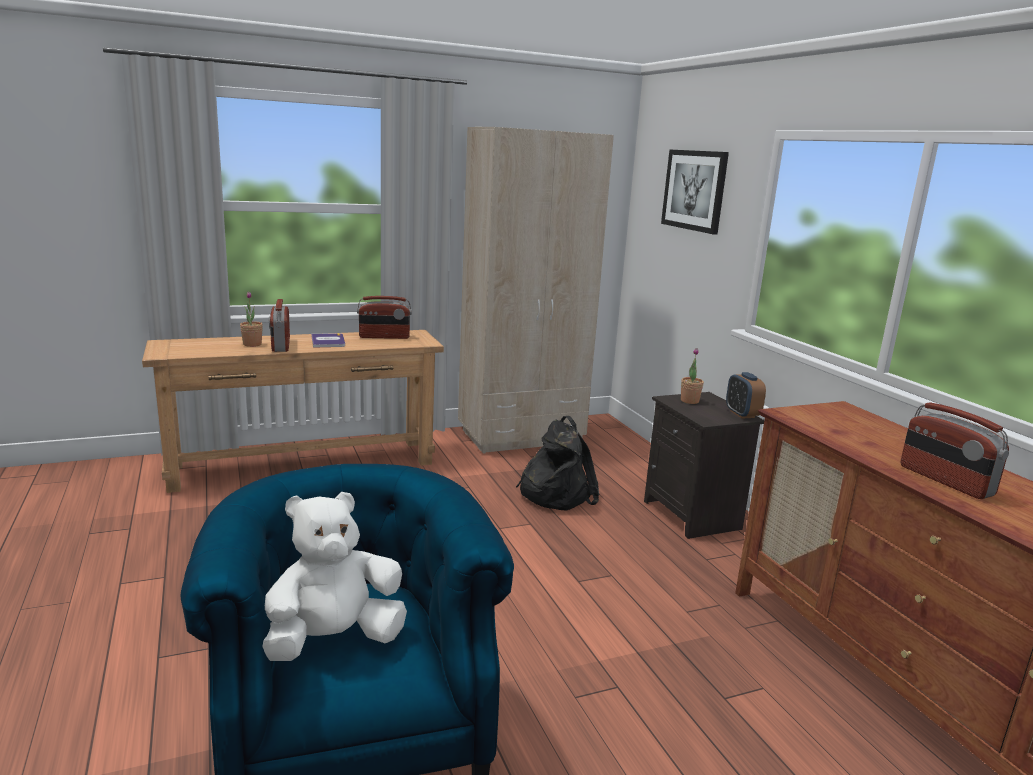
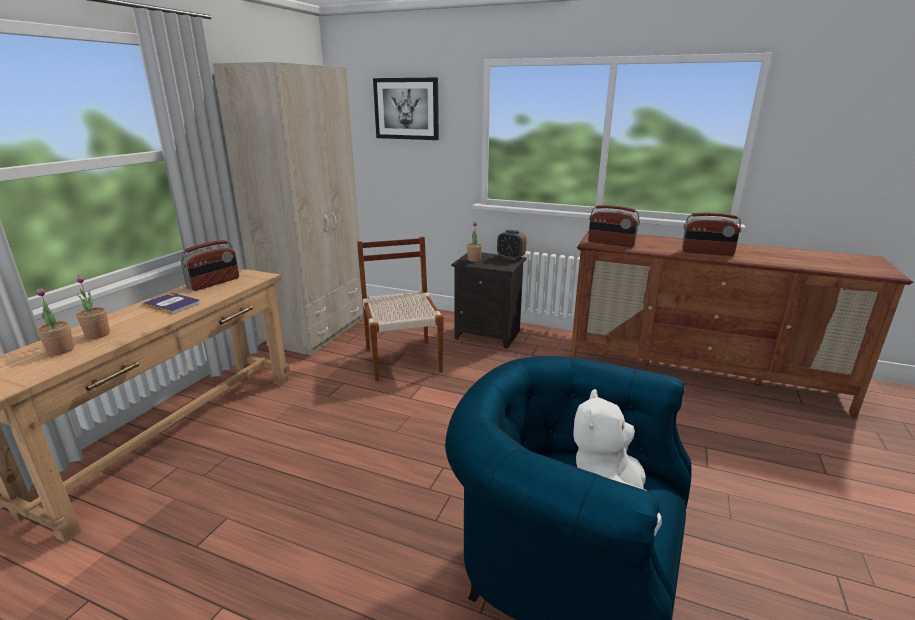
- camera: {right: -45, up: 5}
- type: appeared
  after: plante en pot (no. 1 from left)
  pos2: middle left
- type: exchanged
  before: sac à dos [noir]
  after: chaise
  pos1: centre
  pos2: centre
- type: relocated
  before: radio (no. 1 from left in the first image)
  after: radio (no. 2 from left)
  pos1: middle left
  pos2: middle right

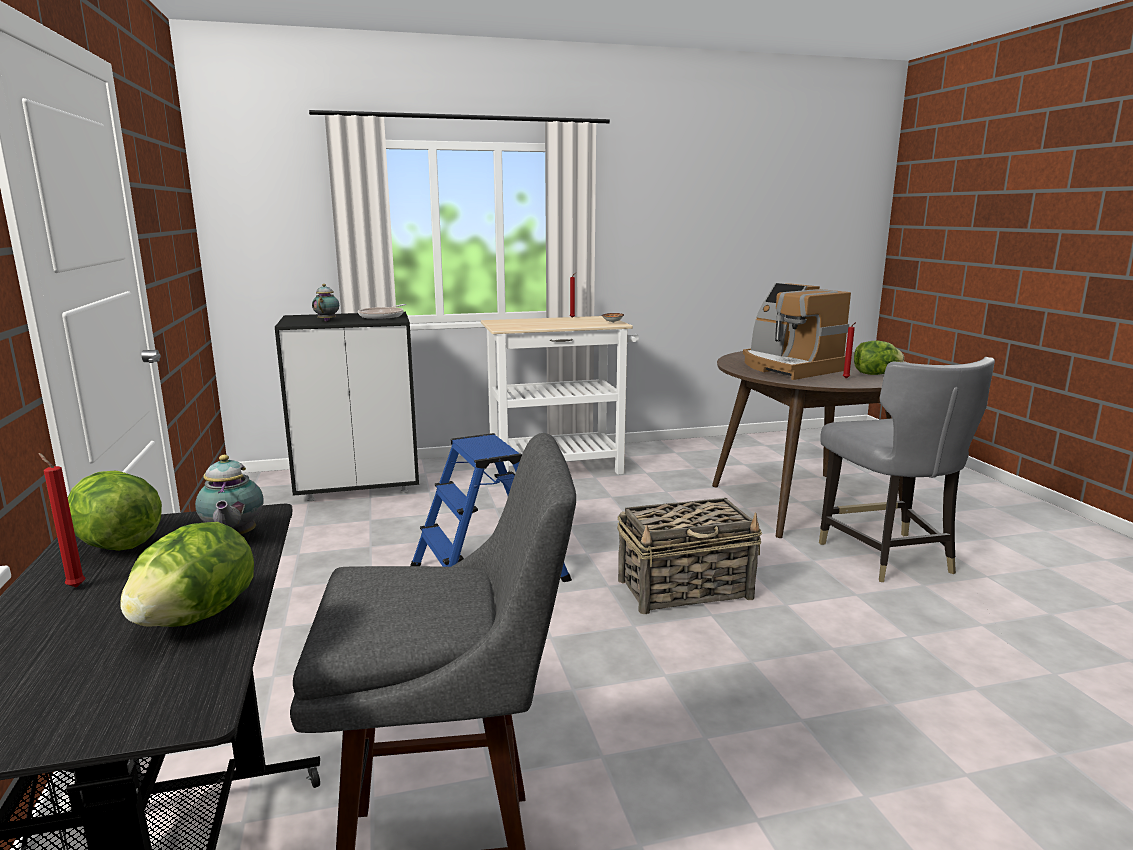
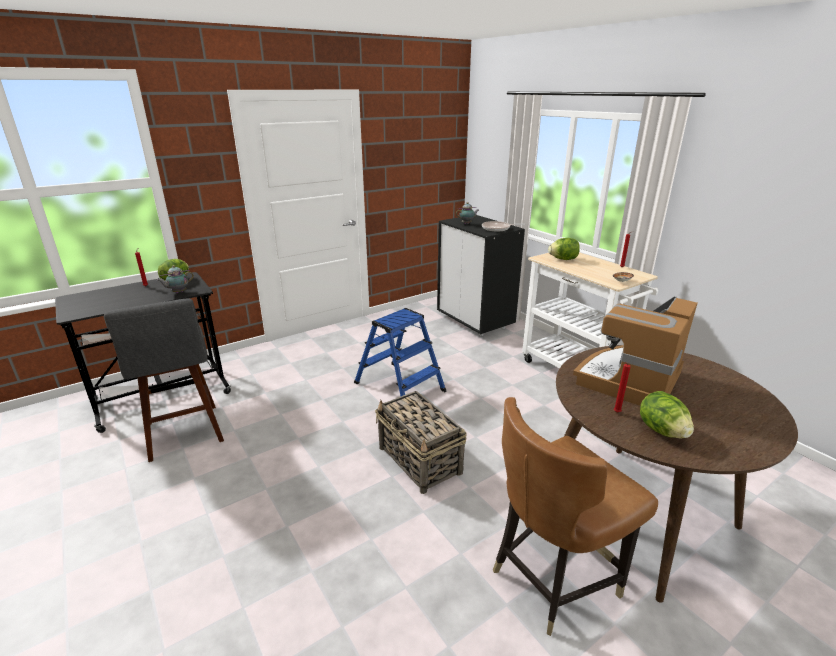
- camera: {right: 70, up: 10}
- type: colour
  before: chaise [gris]
  after: chaise [marron]
  pos1: middle right
  pos2: bottom right
- type: relocated
  before: laitue (no. 2 from left)
  pos1: bottom left
  pos2: middle right

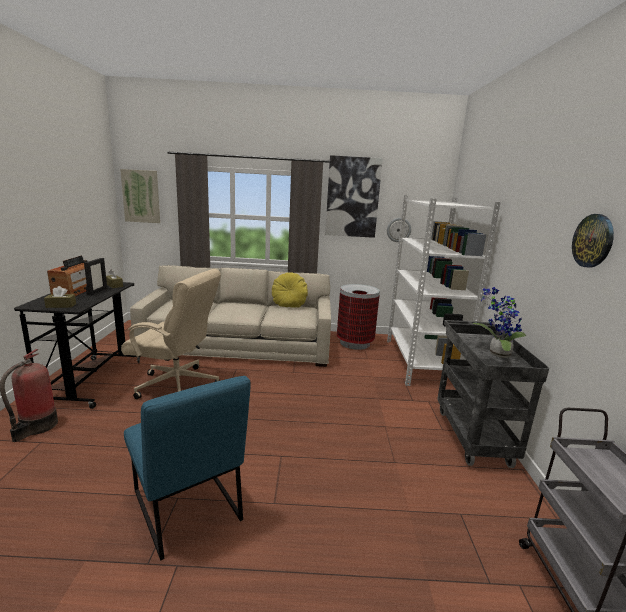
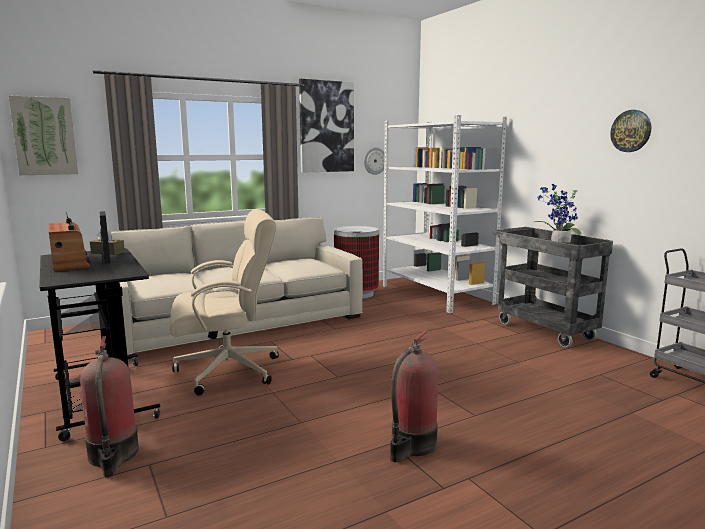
- camera: {right: -30, up: -5}
- type: exchanged
  before: chaise [bleu]
  after: extincteur (no. 2 from left)
  pos1: bottom left
  pos2: bottom centre
- type: missing
  before: boîte à mouchoirs [marron] (no. 1 from left)
  pos1: middle left
- type: missing
  before: coussin [jaune]
  pos1: centre

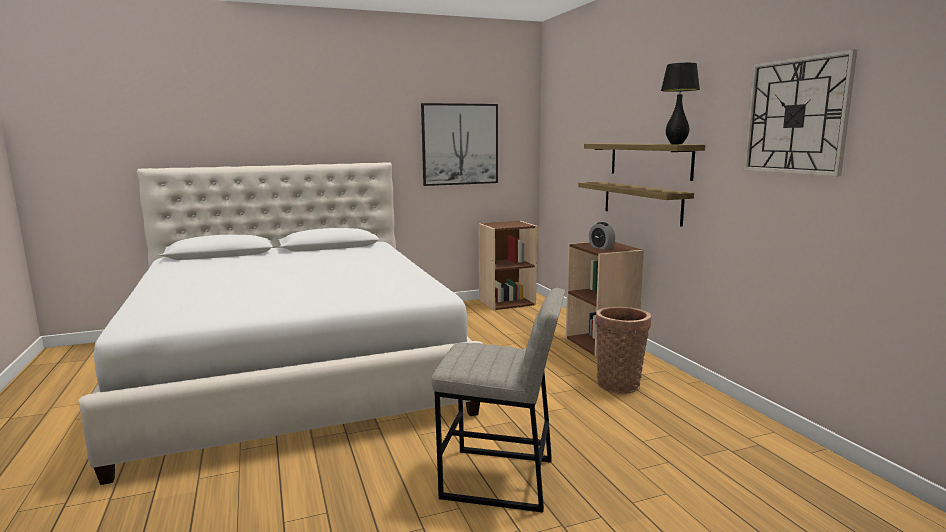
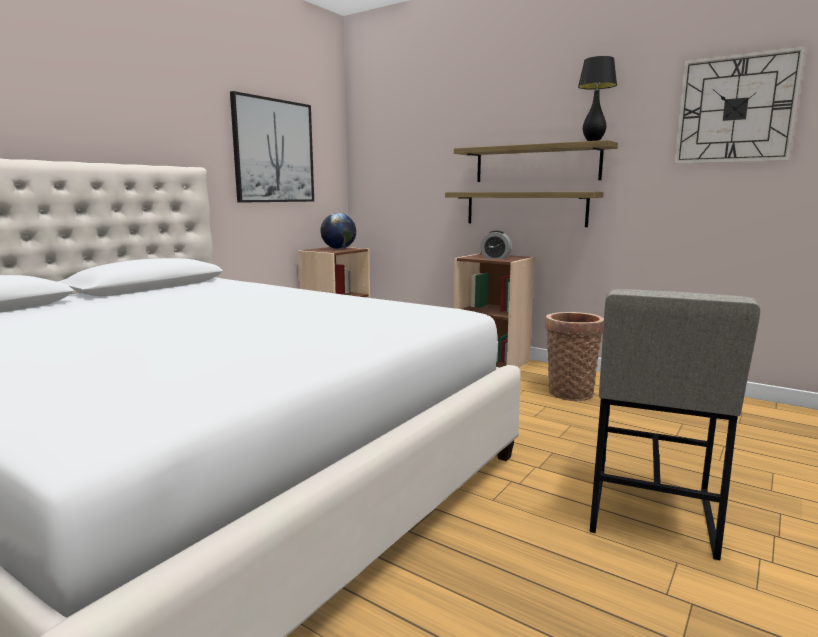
- camera: {right: -35, up: 0}
- type: appeared
  after: globe
  pos2: centre
- type: spun
  before: chaise [gris]
  pos1: bottom centre
  pos2: bottom right
  turn: 135

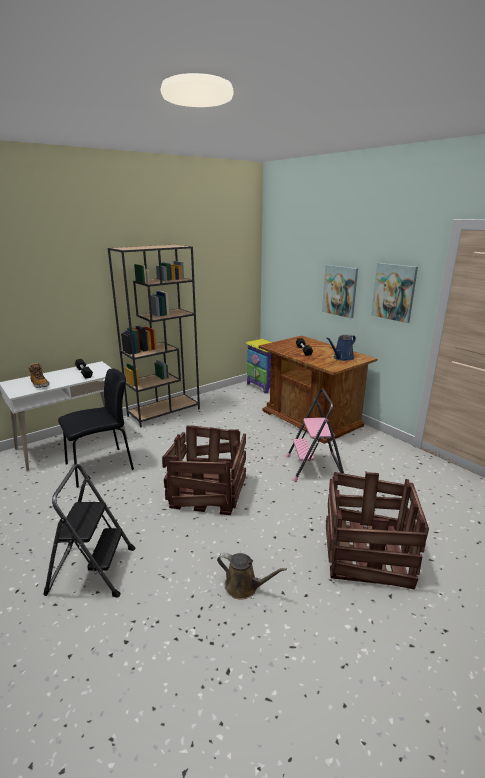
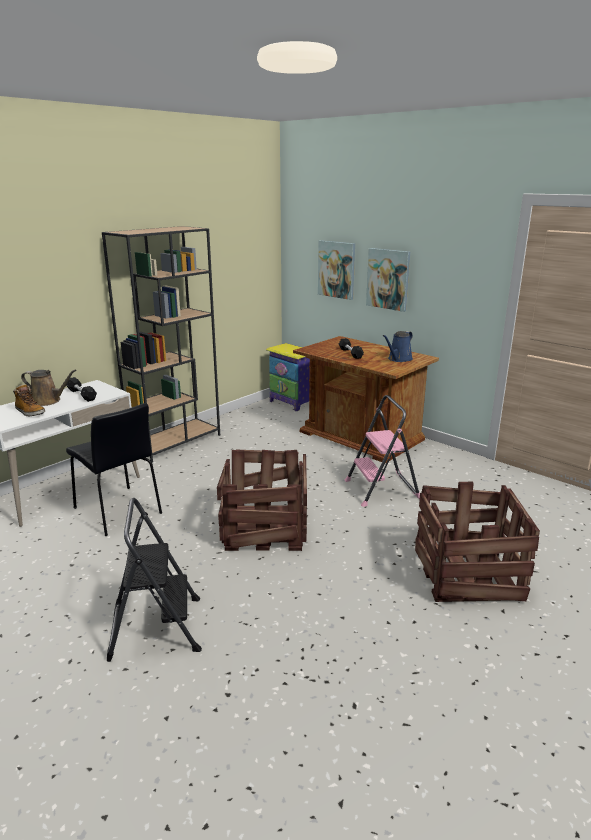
- camera: {right: -10, up: 0}
- type: relocated
  before: arrosoir [marron]
  pos1: bottom centre
  pos2: middle left
- type: spun
  before: chaise [noir]
  pos1: middle left
  pos2: middle left
  turn: 90
- type: relocated
  before: tableau (no. 2 from left in the first image)
  after: tableau (no. 1 from left)
  pos1: middle right
  pos2: top centre

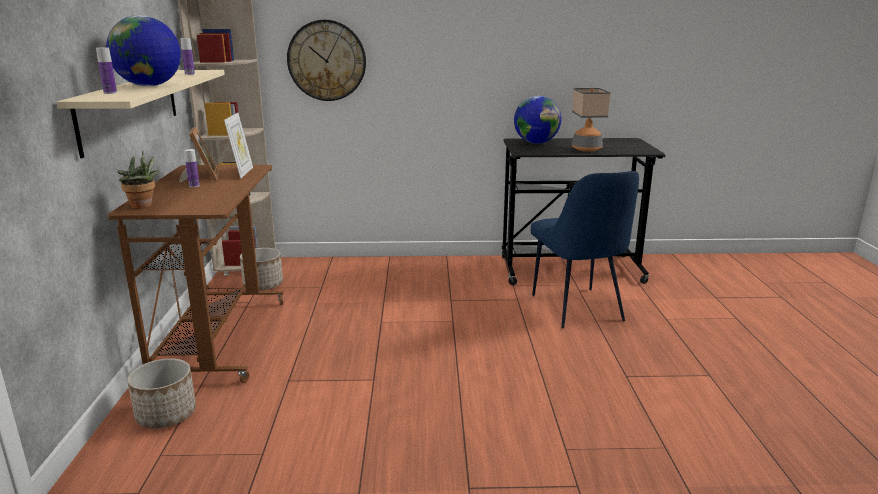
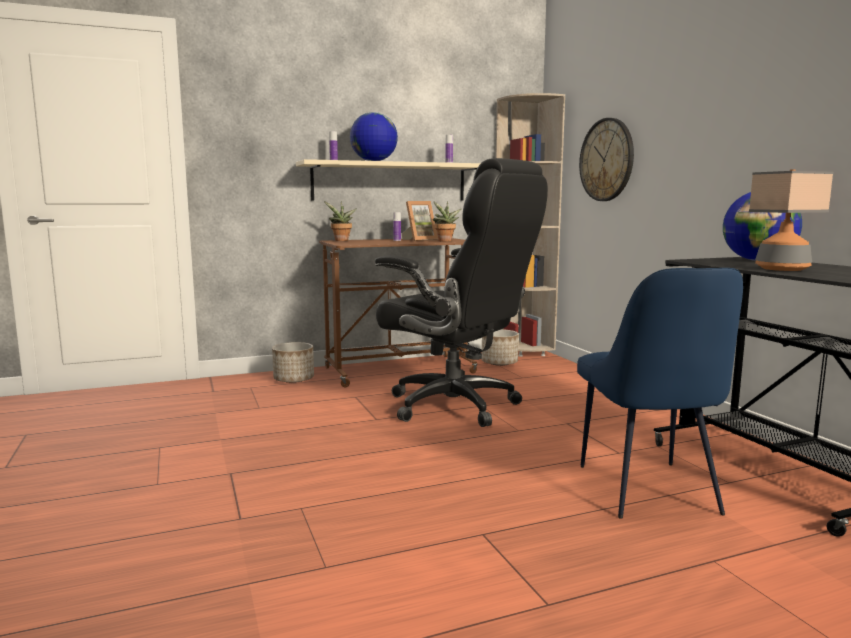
- camera: {right: 70, up: -10}
- type: appeared
  after: chaise de bureau [noir]
  pos2: centre
- type: exchanged
  before: cadre photo (no. 2 from left)
  after: plante en pot (no. 2 from left)
  pos1: top left
  pos2: centre
- type: spun
  before: chaise [bleu]
  pos1: centre
  pos2: middle right
  turn: -60

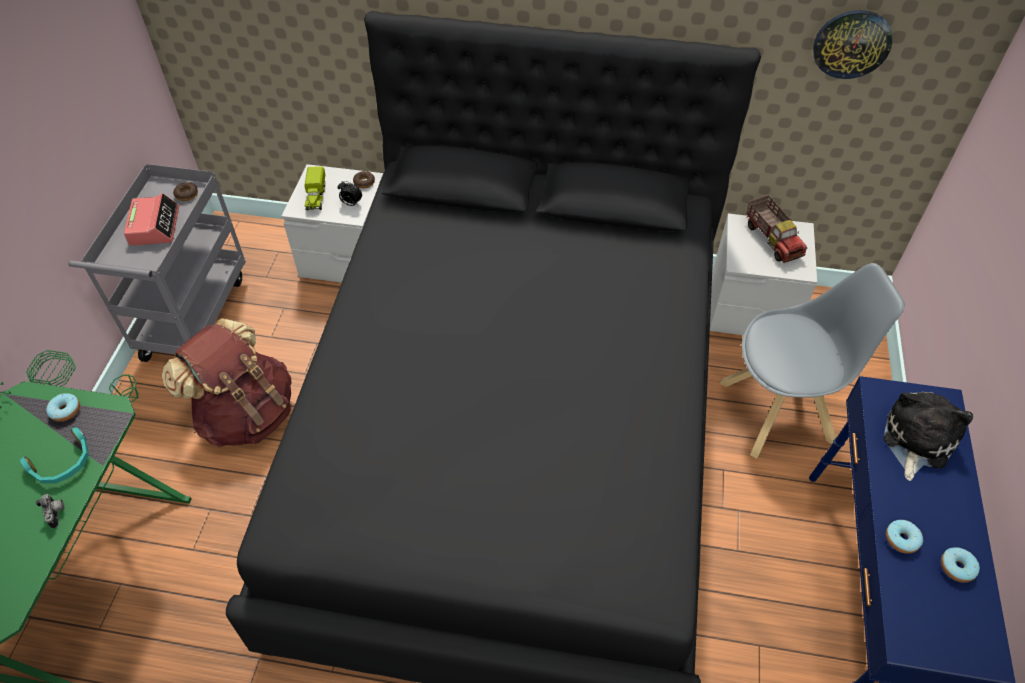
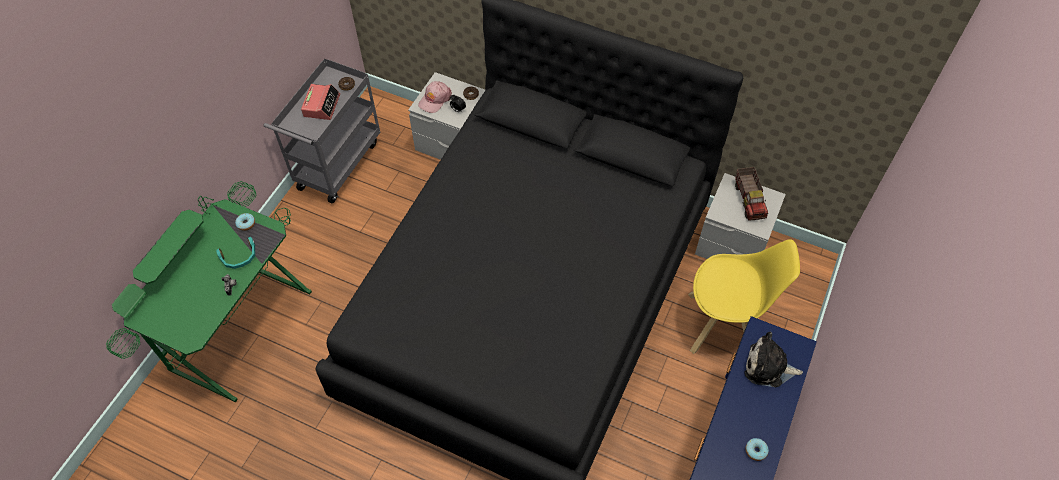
- camera: {right: 15, up: 5}
- type: exchanged
  before: camion jouet (no. 1 from left)
  after: casquette [rose]
  pos1: top left
  pos2: top centre
- type: colour
  before: chaise [gris]
  after: chaise [jaune]
  pos1: middle right
  pos2: middle right
- type: spun
  before: peluche
  pos1: middle right
  pos2: bottom right
  turn: -120
- type: missing
  before: sac à dos [marron]
  pos1: middle left
- type: missing
  before: horloge murale
  pos1: top right
- type: missing
  before: beignet (no. 4 from left)
  pos1: bottom right

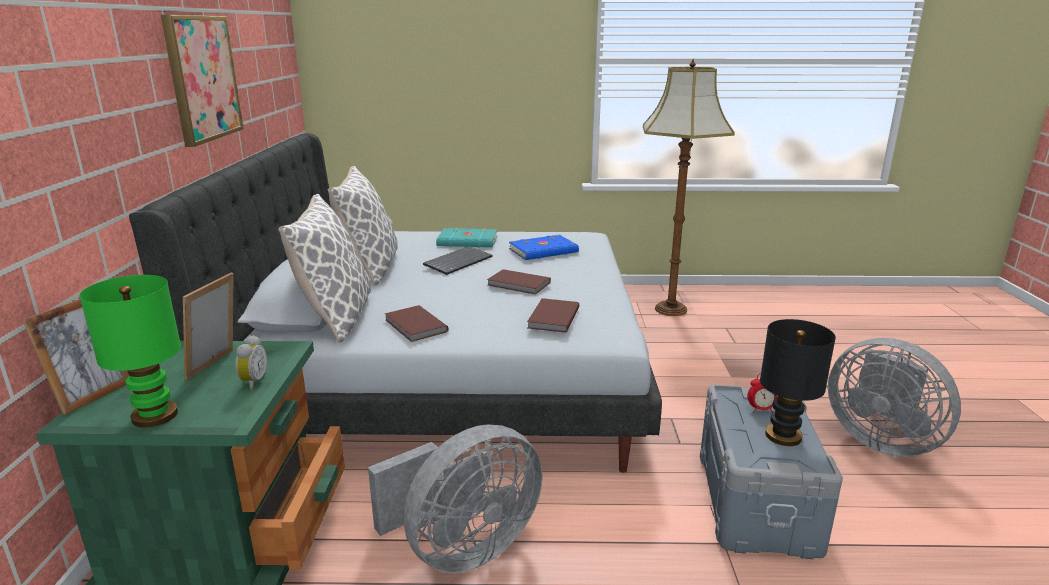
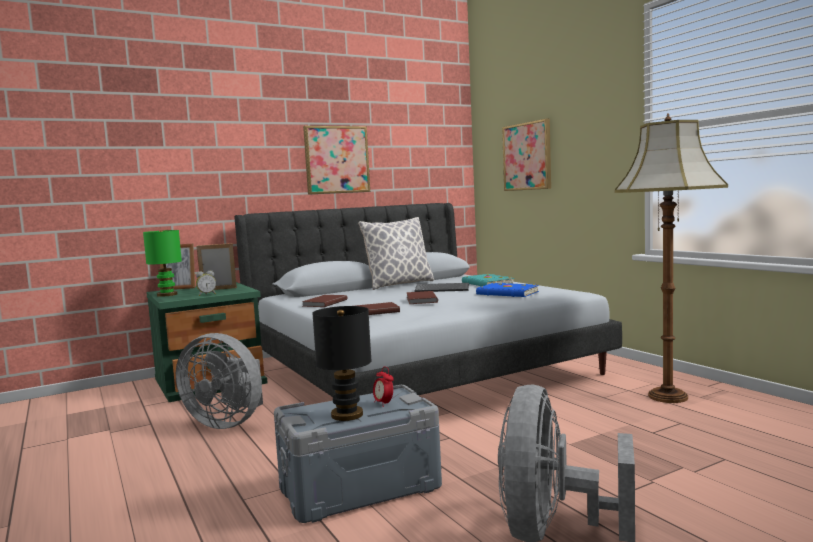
- camera: {right: 60, up: -15}
- type: appeared
  after: tableau (no. 2 from left)
  pos2: top centre
- type: missing
  before: coussin (no. 1 from left)
  pos1: middle left

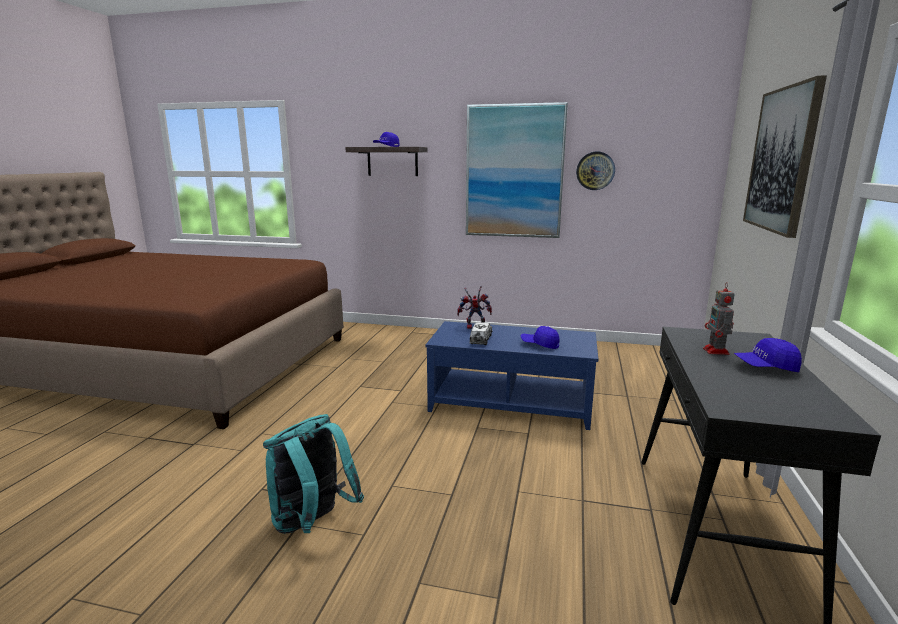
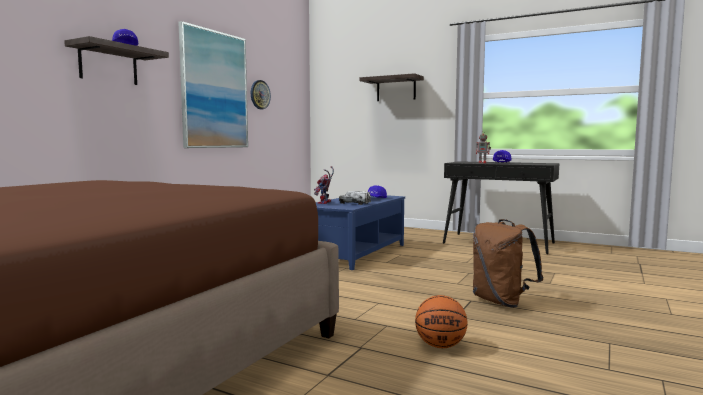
- camera: {right: -75, up: -10}
- type: exchanged
  before: tableau (no. 2 from left)
  after: étagère (no. 2 from left)
  pos1: top right
  pos2: top centre
- type: appeared
  after: ballon de basket
  pos2: bottom centre
- type: colour
  before: sac à dos [turquoise]
  after: sac à dos [marron]
  pos1: bottom centre
  pos2: middle right

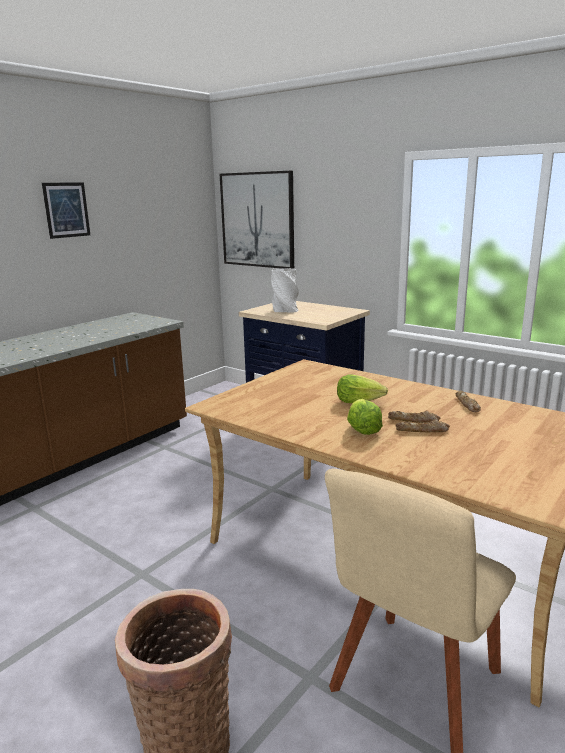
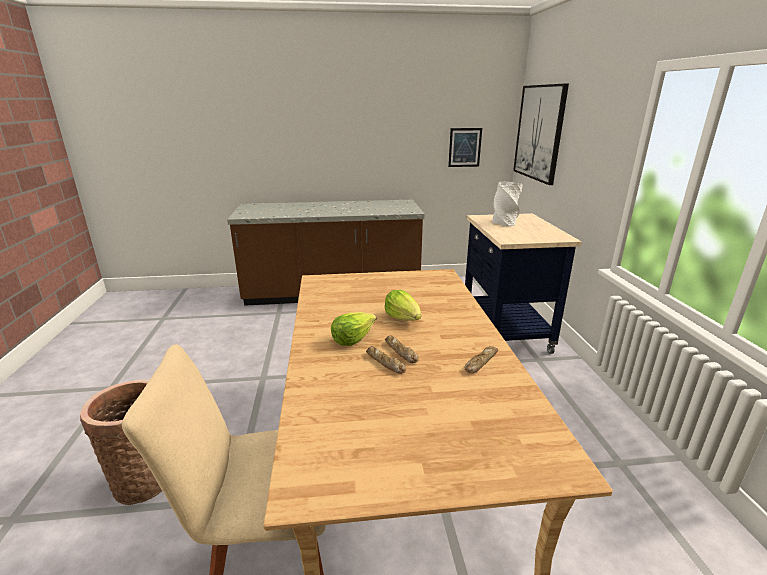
- camera: {right: 45, up: 5}
- type: relocated
  before: tableau (no. 1 from left)
  pos1: top left
  pos2: top centre

